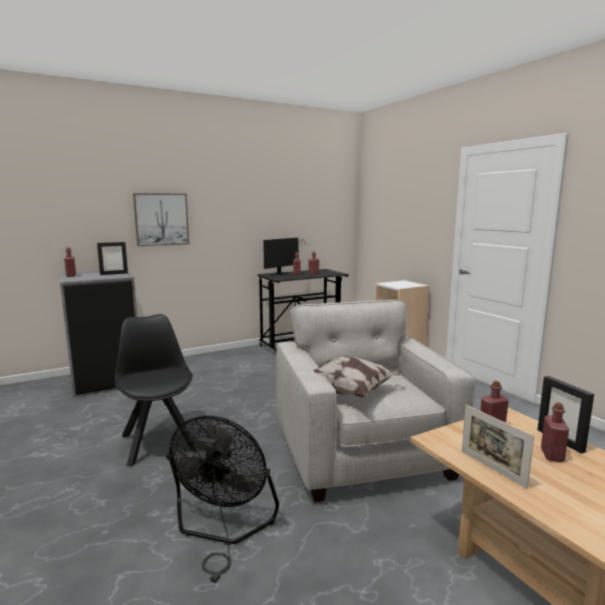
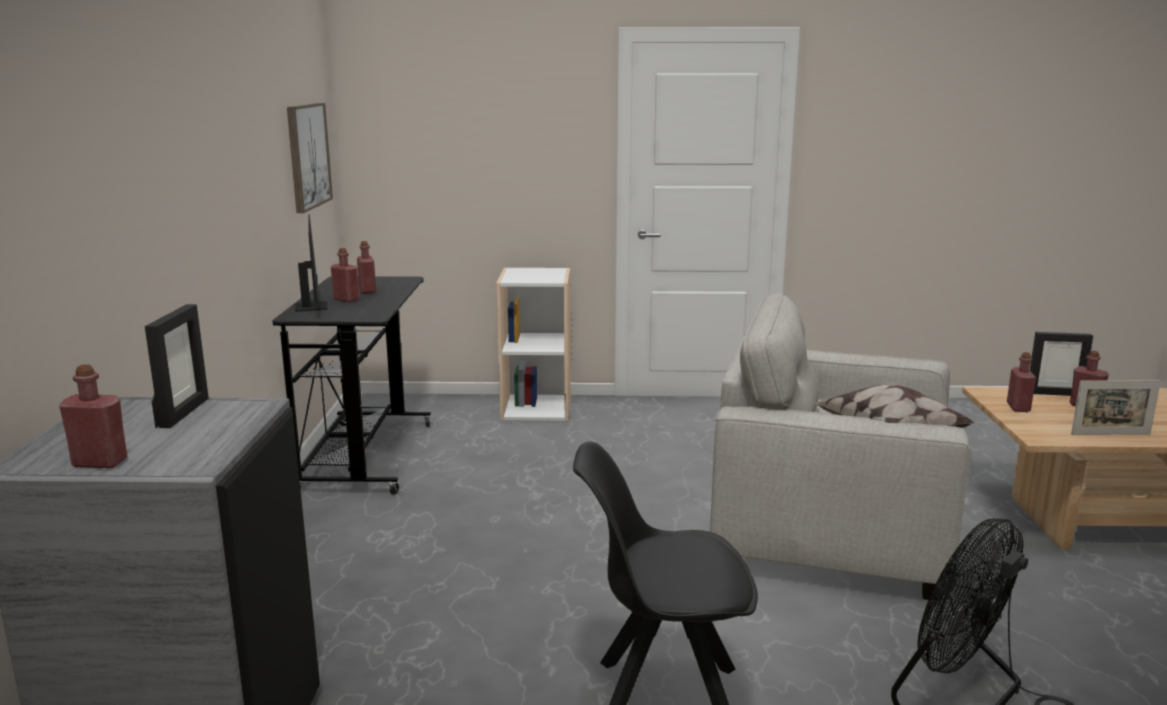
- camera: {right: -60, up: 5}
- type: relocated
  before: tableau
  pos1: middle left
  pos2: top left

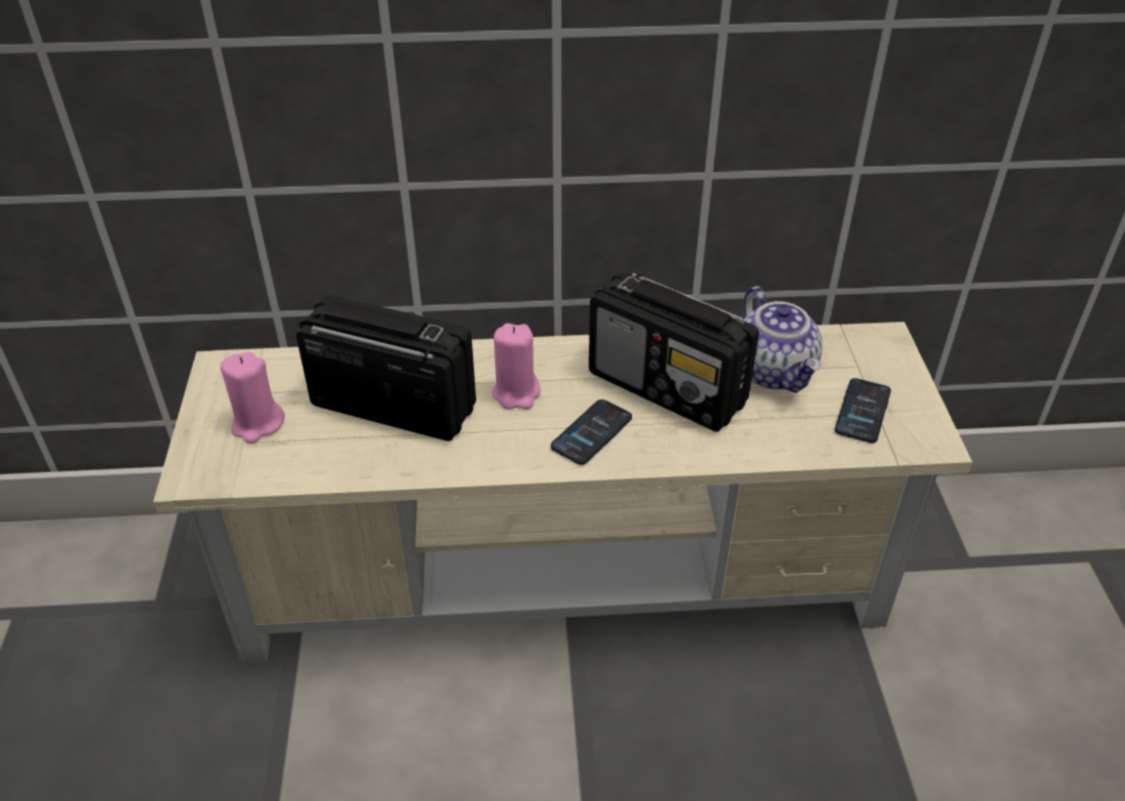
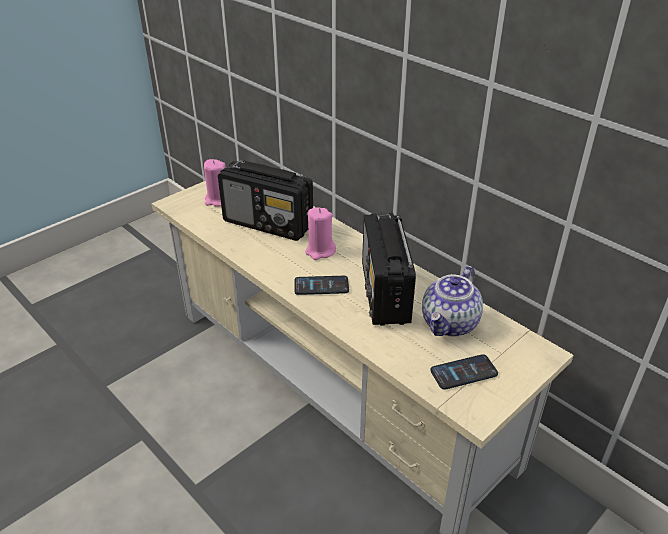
- camera: {right: 50, up: -5}
- type: spun
  before: radio (no. 1 from left)
  pos1: centre
  pos2: centre
  turn: 135

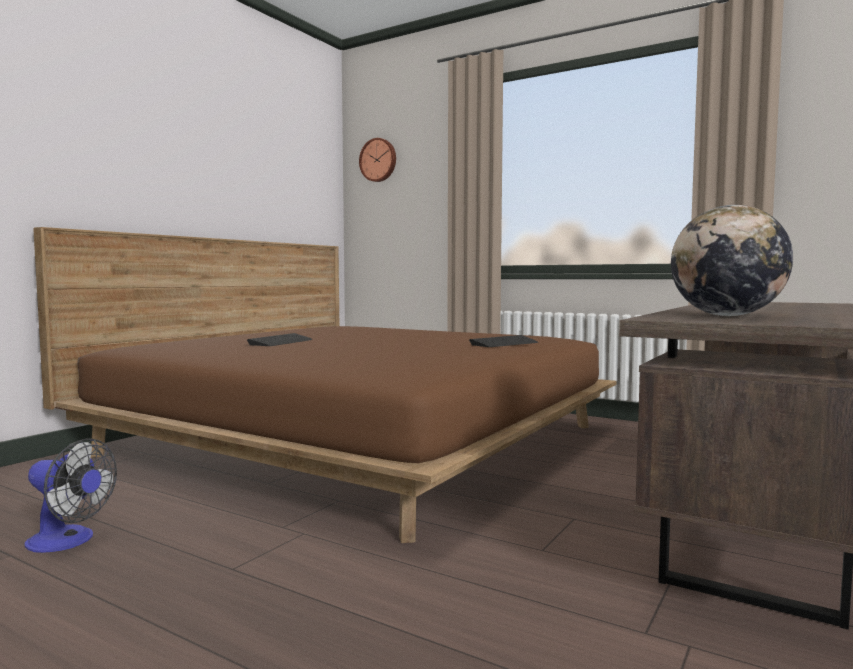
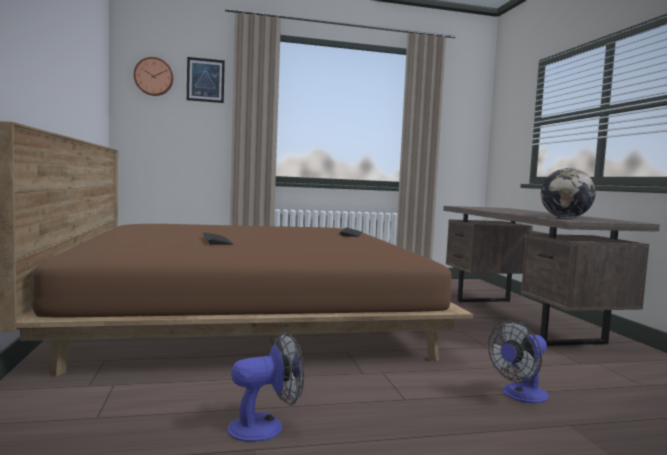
- camera: {right: -45, up: 0}
- type: appeared
  after: tableau
  pos2: top left
- type: appeared
  after: ventilateur (no. 2 from left)
  pos2: bottom right

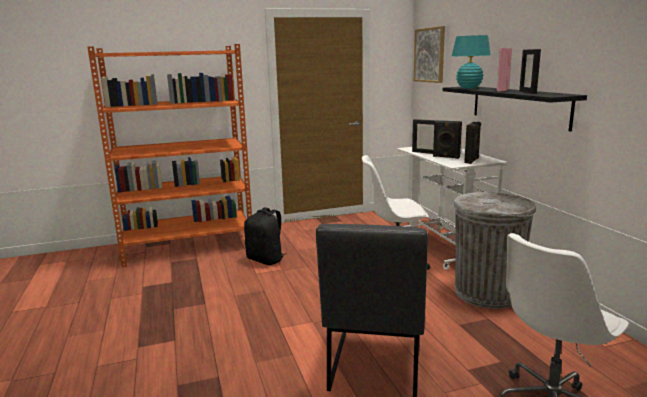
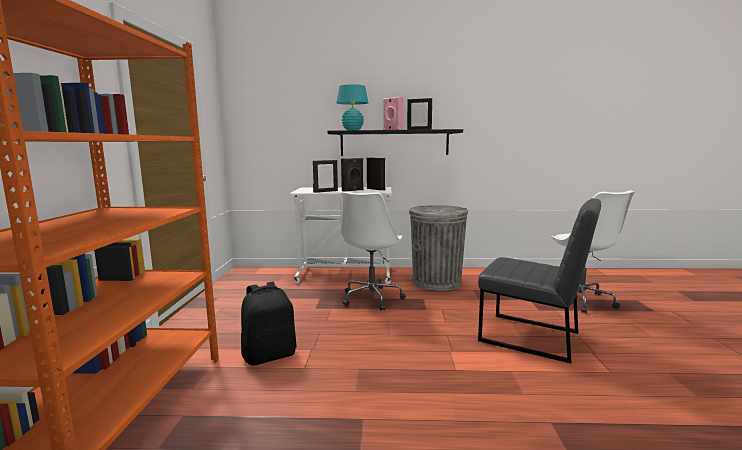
- camera: {right: -70, up: -5}
- type: missing
  before: tableau
  pos1: top centre

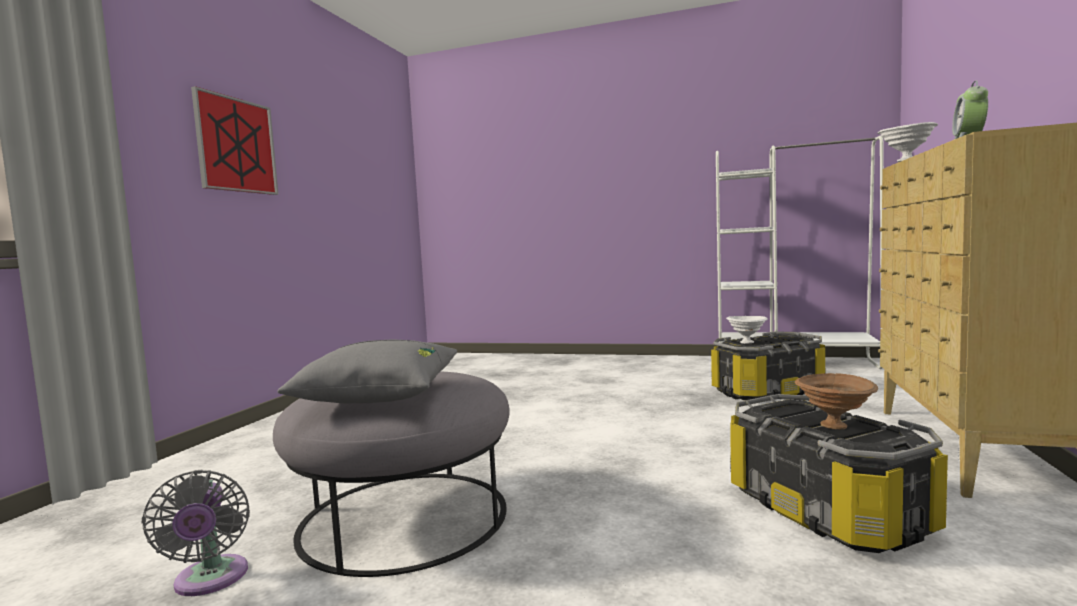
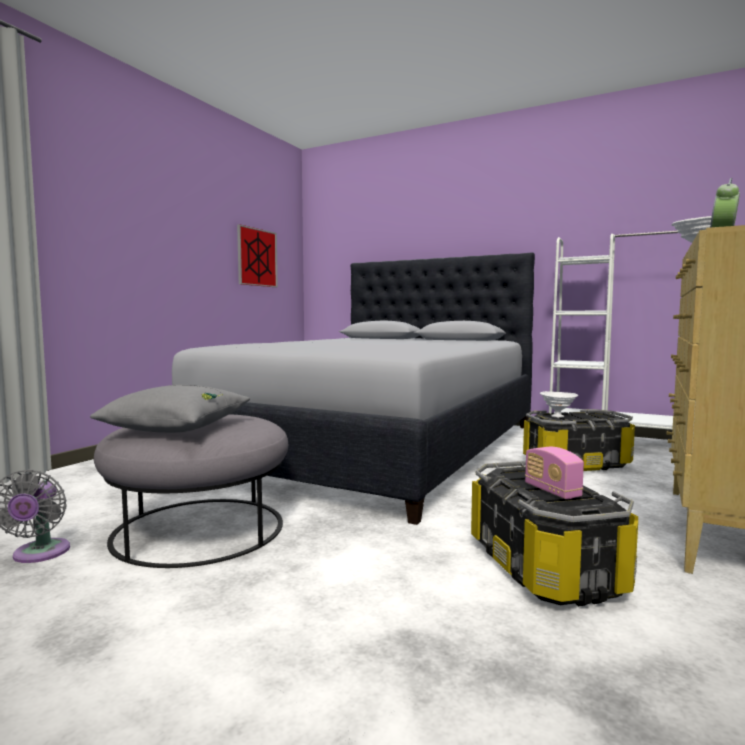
- camera: {right: 10, up: 0}
- type: appeared
  after: lit [gris]
  pos2: centre
- type: relocated
  before: tableau
  pos1: top left
  pos2: centre
- type: exchanged
  before: bol [marron]
  after: radio
  pos1: middle right
  pos2: middle right

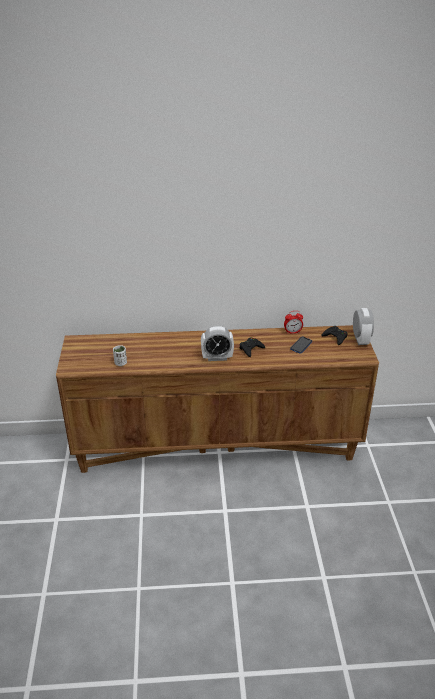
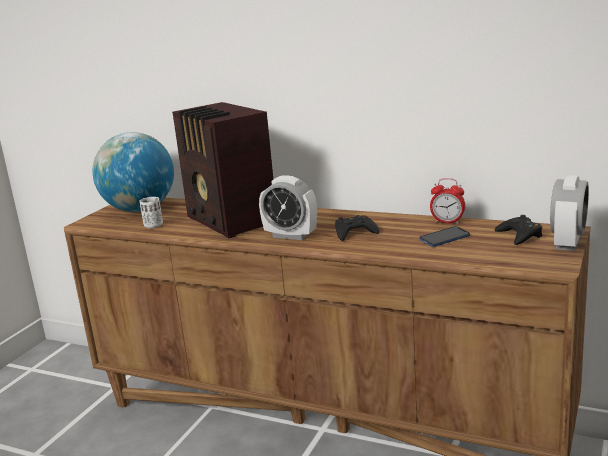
- camera: {right: 30, up: -15}
- type: appeared
  after: globe
  pos2: middle left
- type: appeared
  after: radio
  pos2: centre

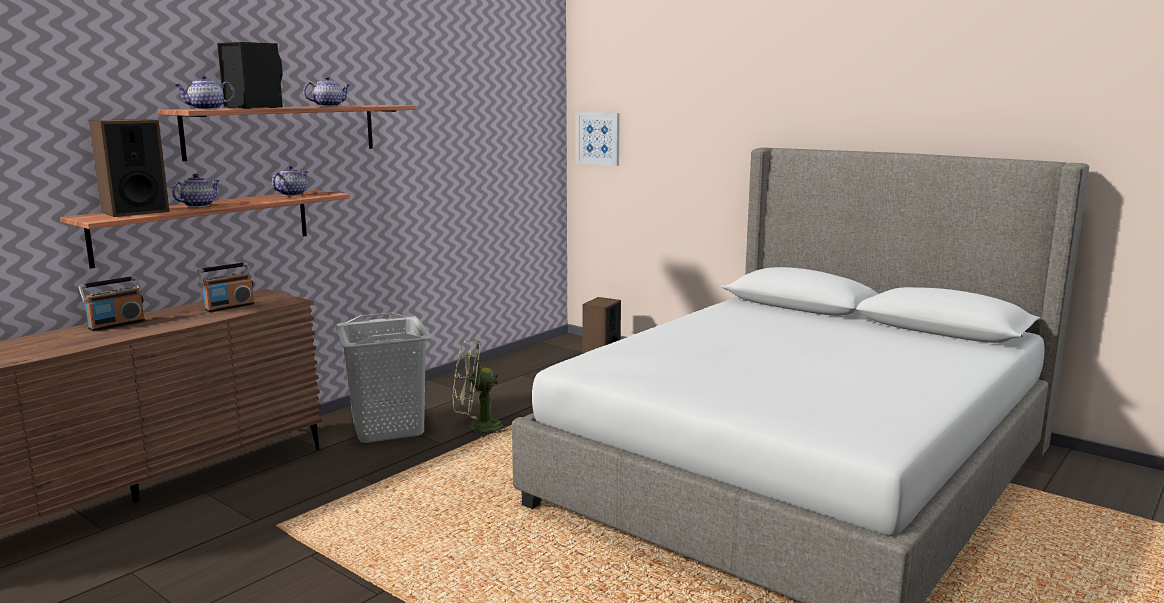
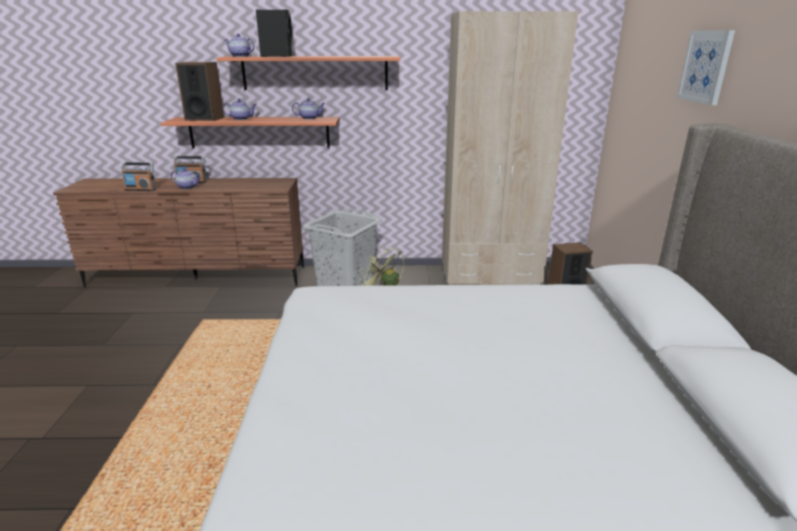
- camera: {right: 50, up: 10}
- type: relocated
  before: radio (no. 2 from left in the first image)
  after: radio (no. 1 from left)
  pos1: middle left
  pos2: top left
- type: relocated
  before: théière (no. 4 from left in the first image)
  after: théière (no. 1 from left)
  pos1: top left
  pos2: middle left
- type: appeared
  after: armoire [beige]
  pos2: top centre
- type: relocated
  before: tableau
  pos1: top centre
  pos2: top right

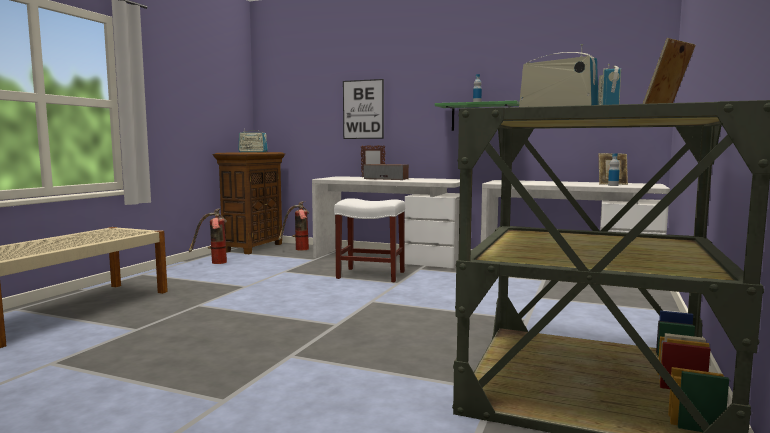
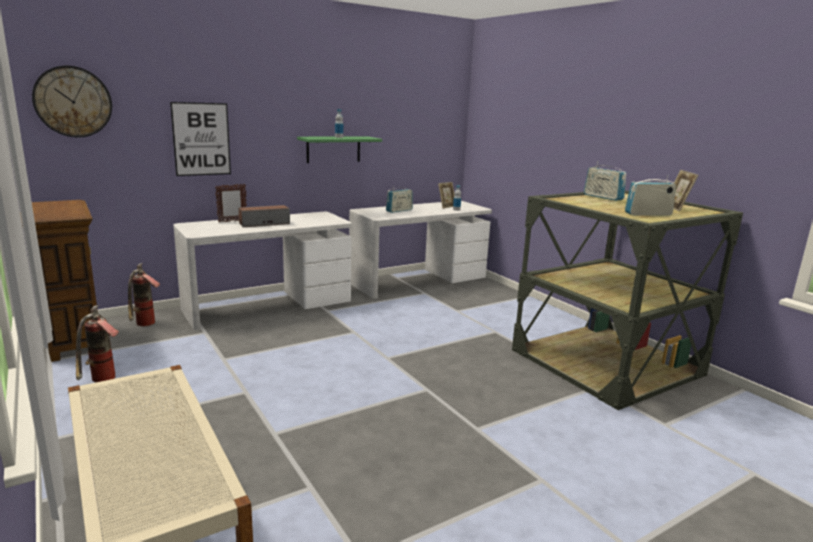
- camera: {right: -55, up: 10}
- type: appeared
  after: horloge murale
  pos2: top left
- type: relocated
  before: radio (no. 1 from left)
  pos1: top left
  pos2: centre
- type: missing
  before: tabouret [blanc]
  pos1: centre

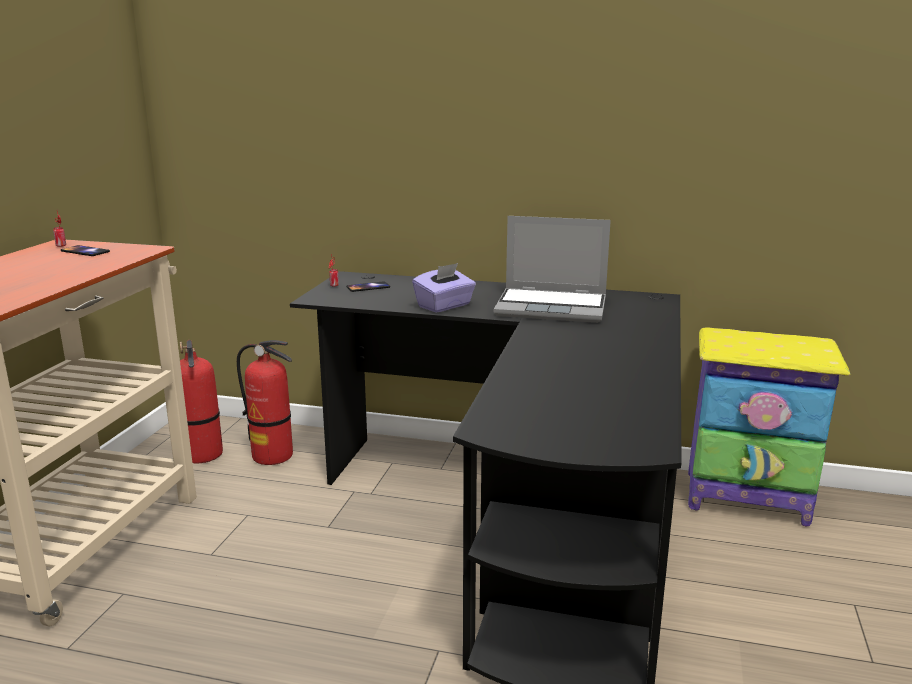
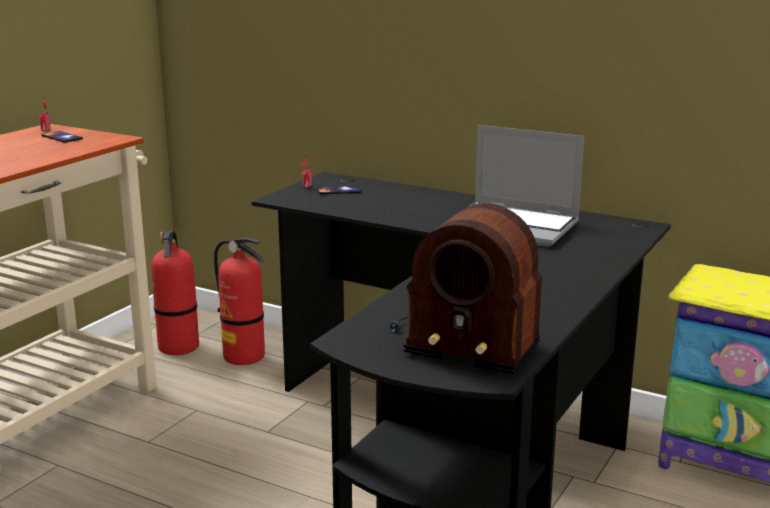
- camera: {right: 15, up: 0}
- type: appeared
  after: radio
  pos2: centre
- type: missing
  before: boîte à mouchoirs [violet]
  pos1: centre

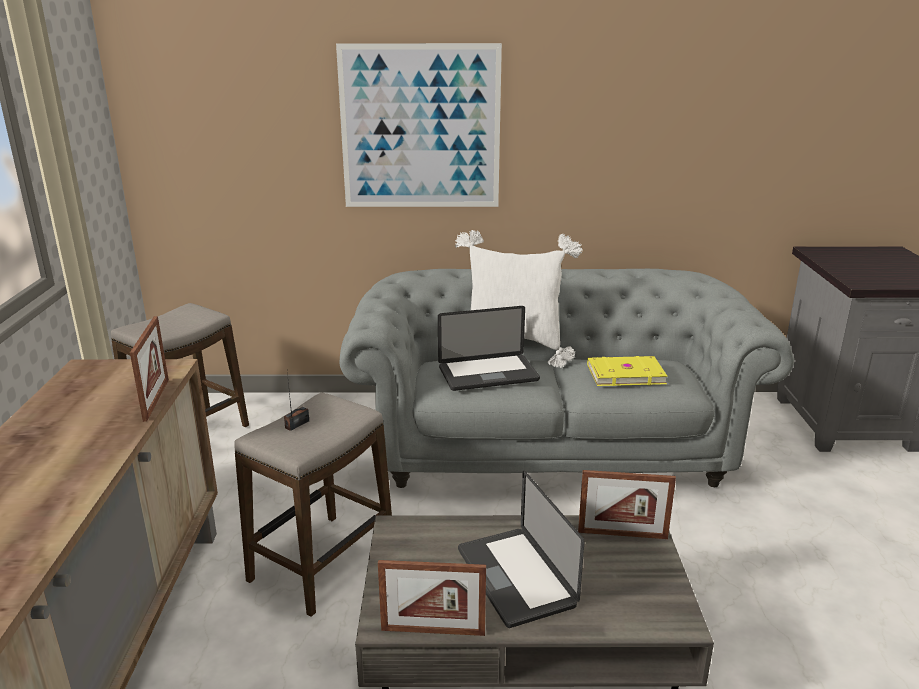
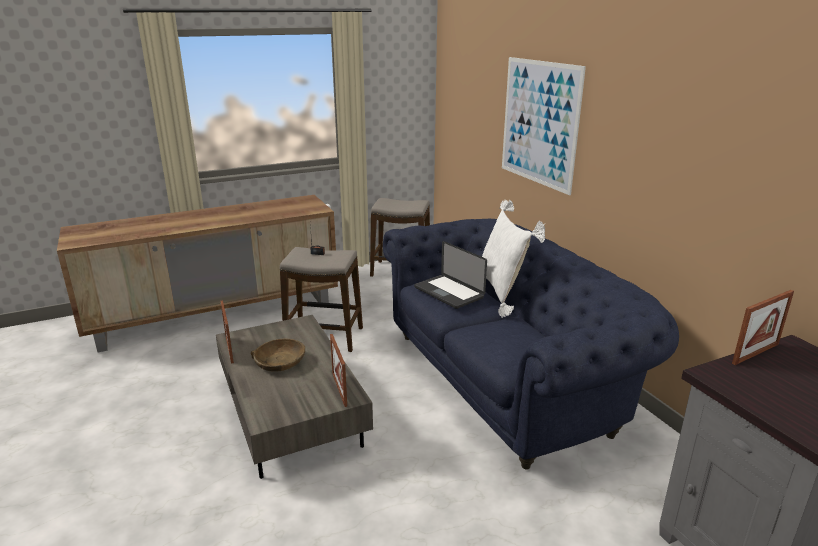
- camera: {right: 65, up: 0}
- type: exchanged
  before: ordinateur portable (no. 2 from left)
  after: bol [marron]
  pos1: bottom centre
  pos2: centre
- type: colour
  before: canapé [gris]
  after: canapé [bleu]
  pos1: centre
  pos2: centre
- type: relocated
  before: cadre photo (no. 1 from left in the first image)
  after: cadre photo (no. 3 from left)
  pos1: middle left
  pos2: middle right
- type: missing
  before: livre [jaune]
  pos1: middle right

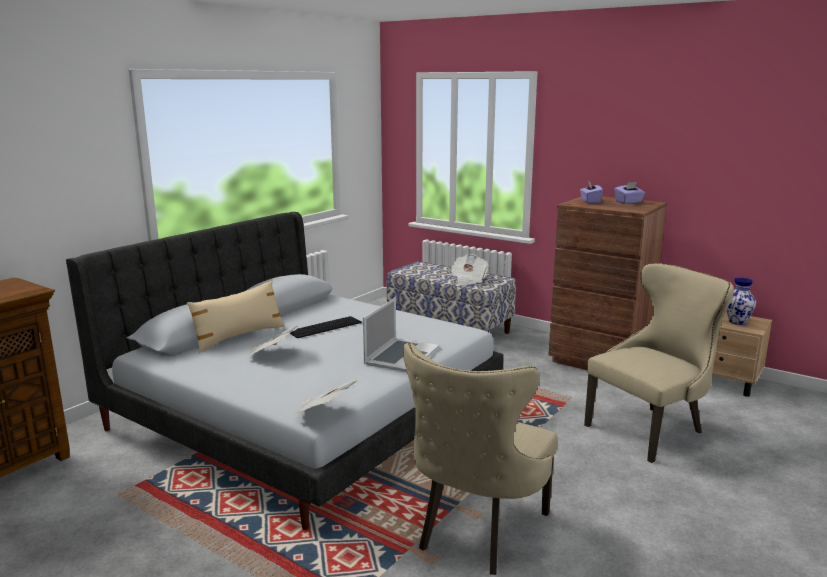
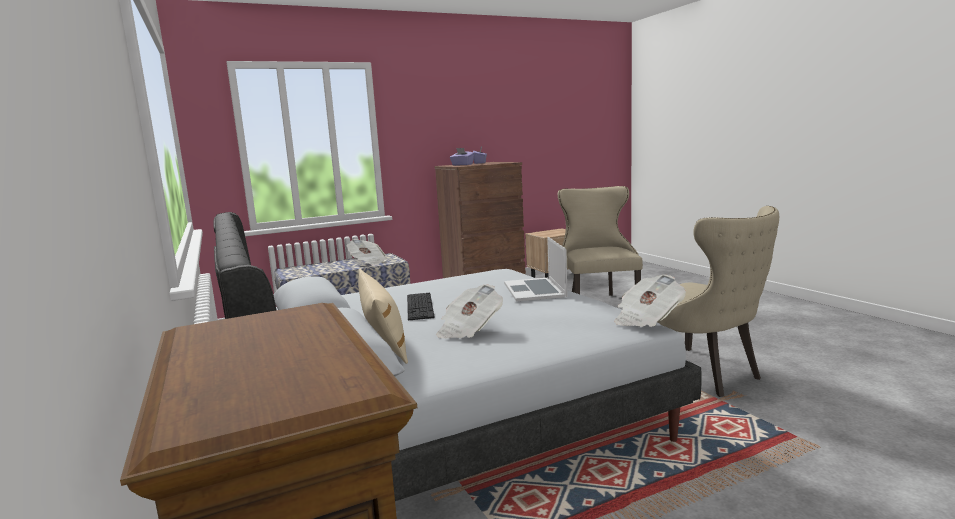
- camera: {right: -60, up: -5}
- type: spun
  before: ordinateur portable
  pos1: centre
  pos2: centre
  turn: -150
- type: missing
  before: vase
  pos1: middle right

